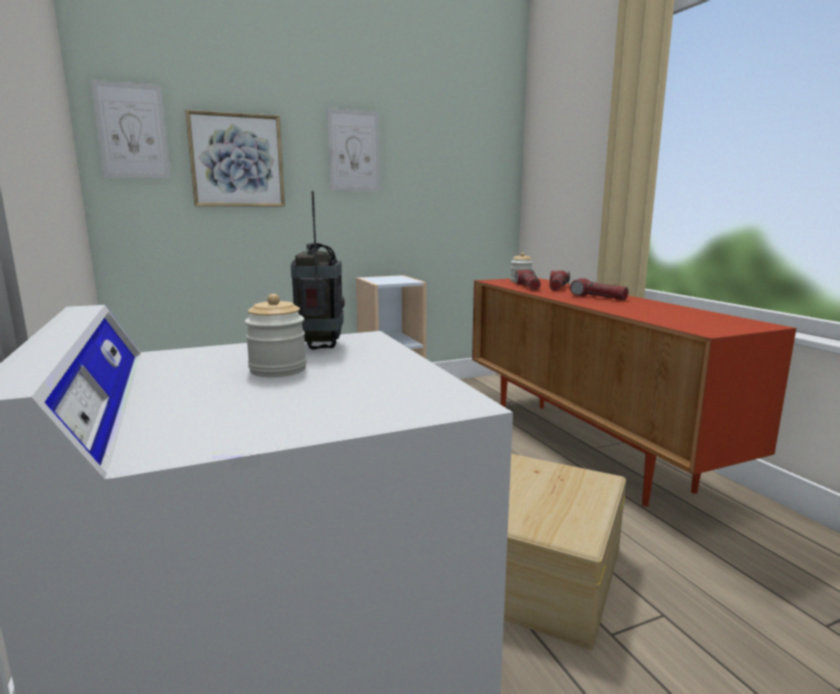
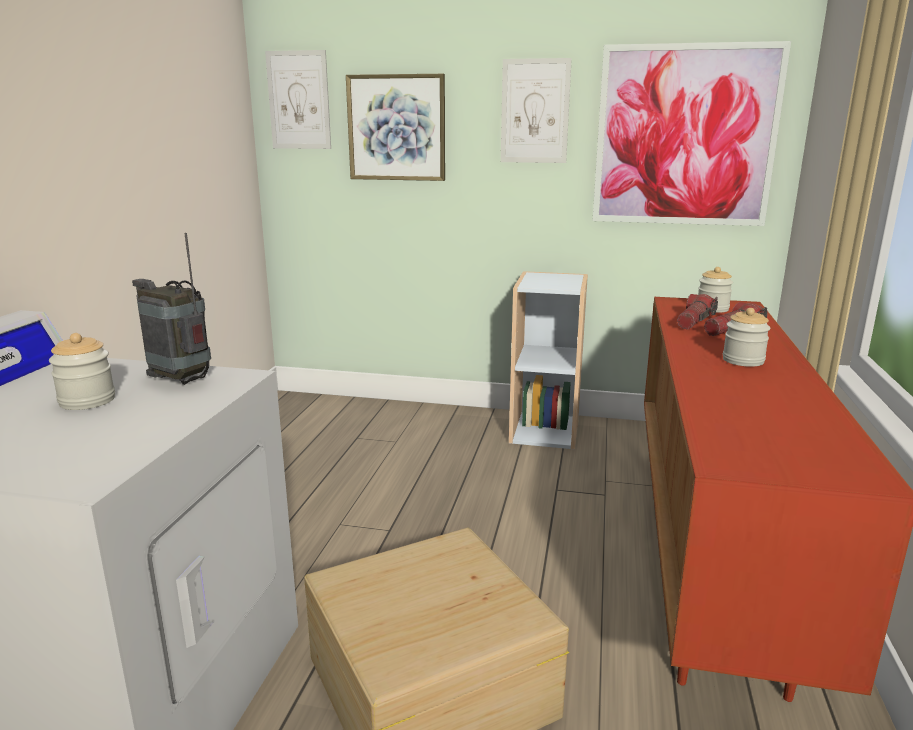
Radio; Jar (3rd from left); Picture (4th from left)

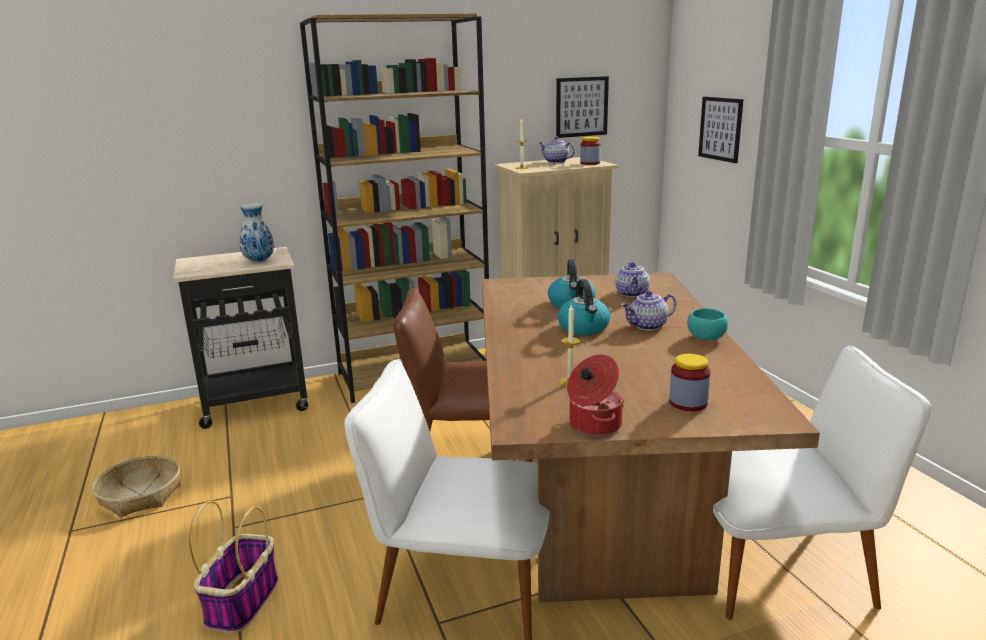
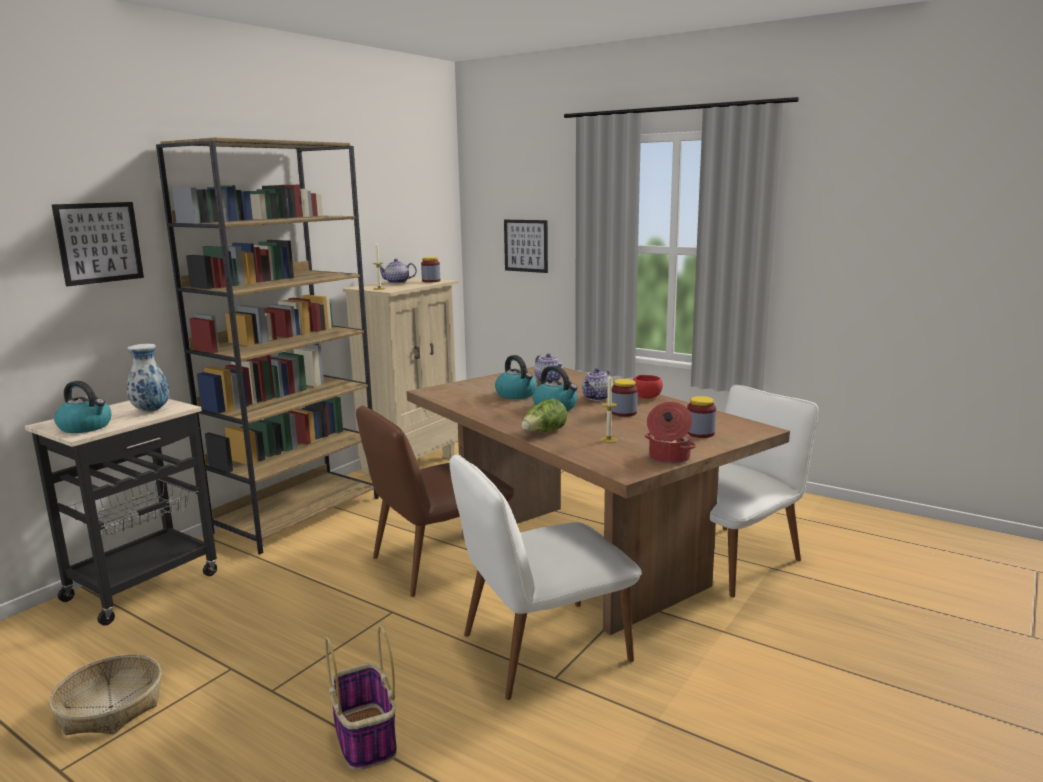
Picture (1st from left); RedBowl; Jar (2nd from left); Kettle (1st from left); Lettuce

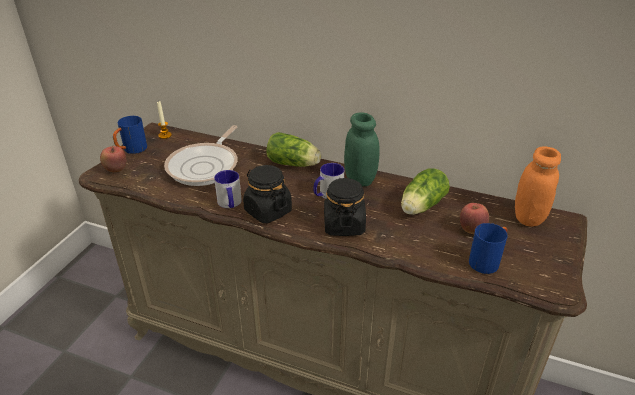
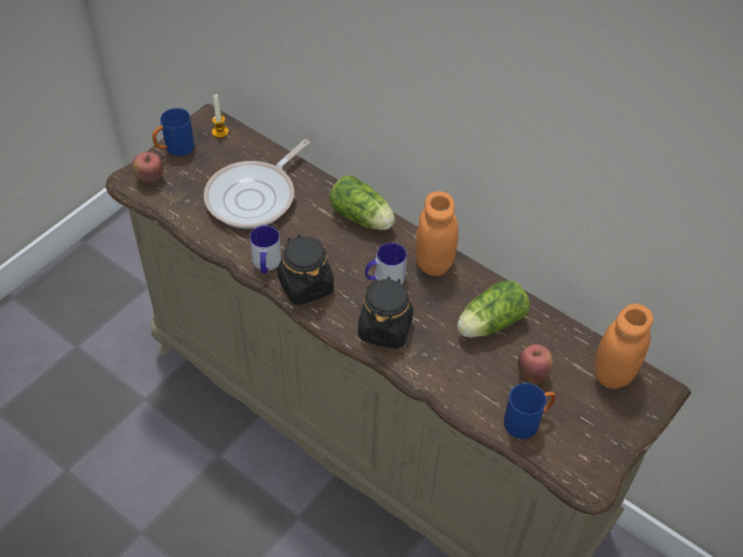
OrangeJar (1st from left)

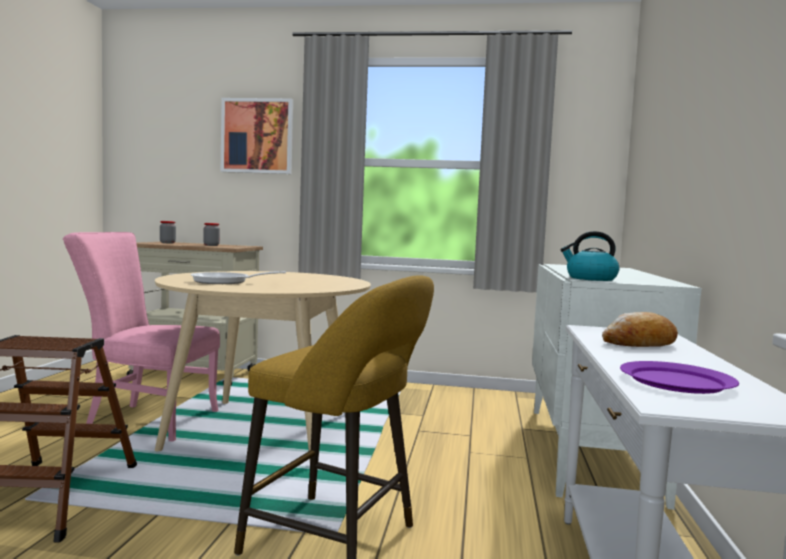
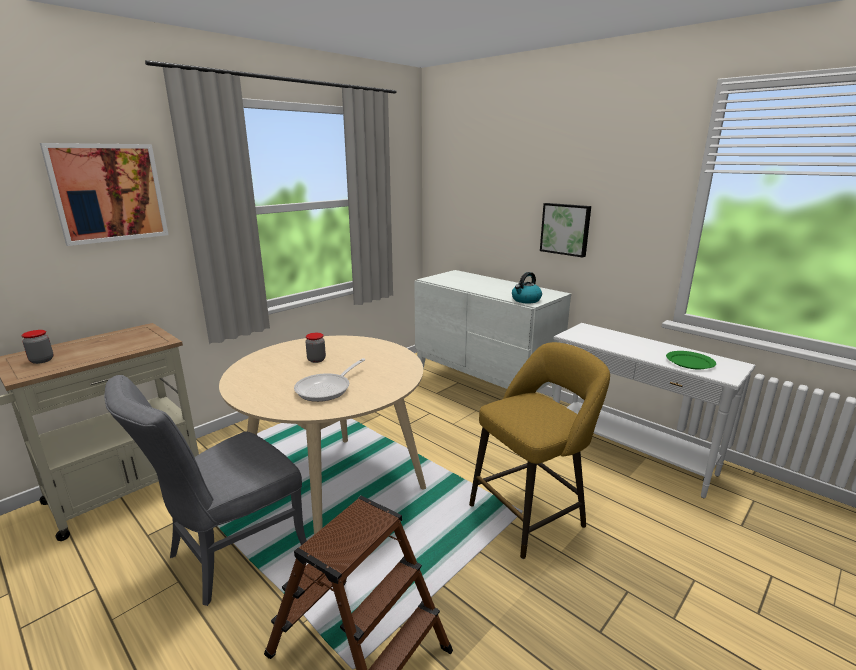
Jar (2nd from left); GreyChair; Bread; GreenPlate; Picture (2nd from left)

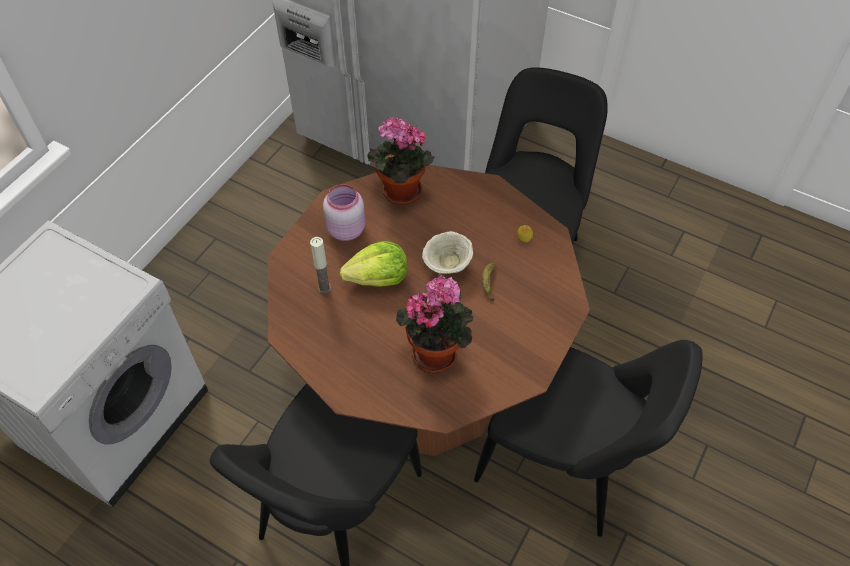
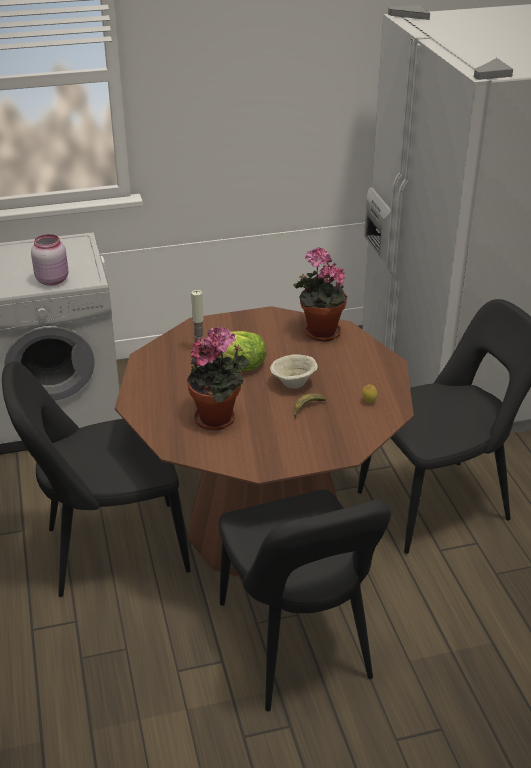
PinkJar

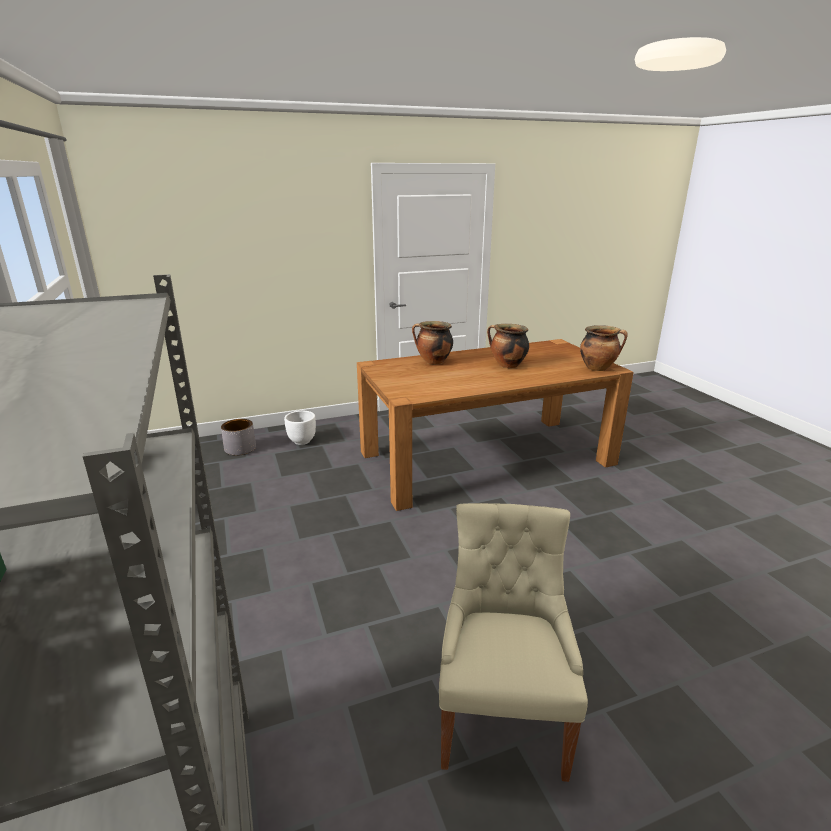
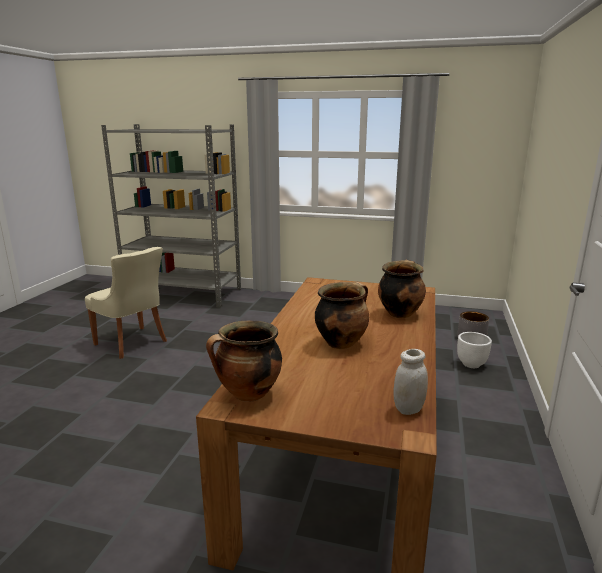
WhiteJar

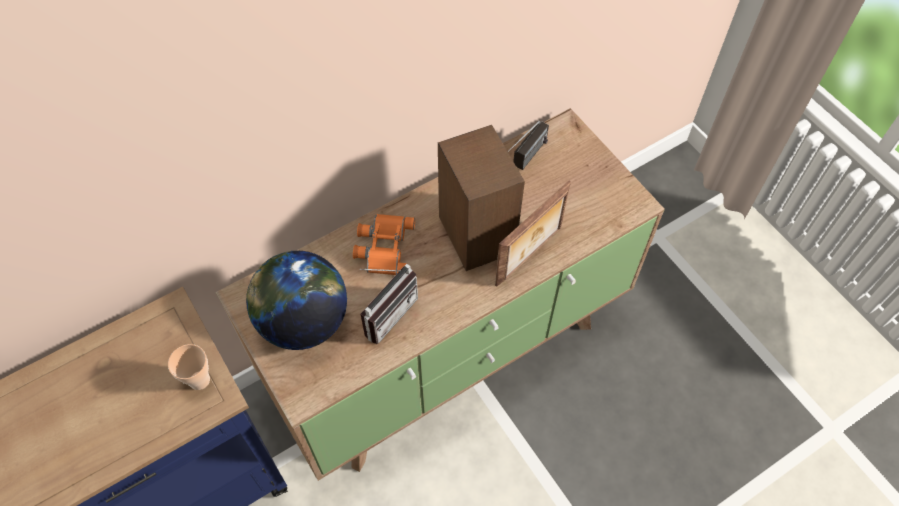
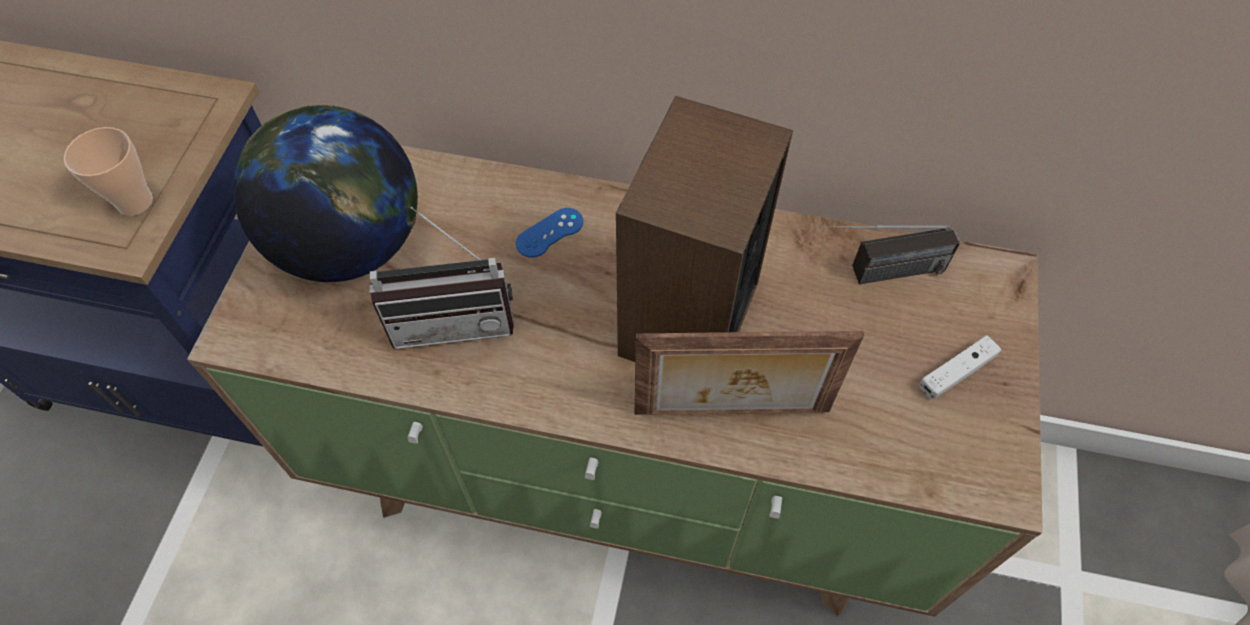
BlueGameController; WhiteGameController

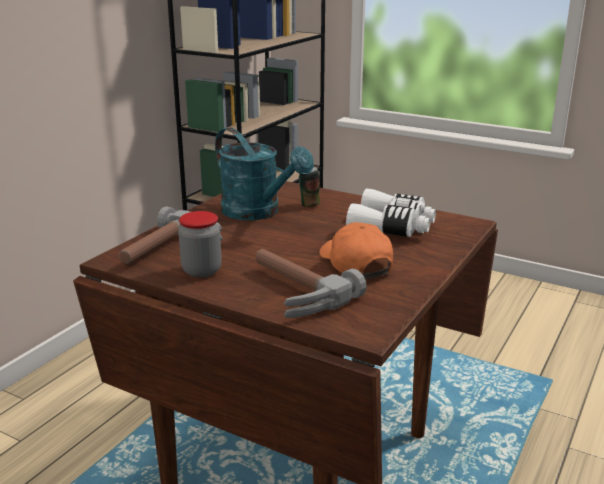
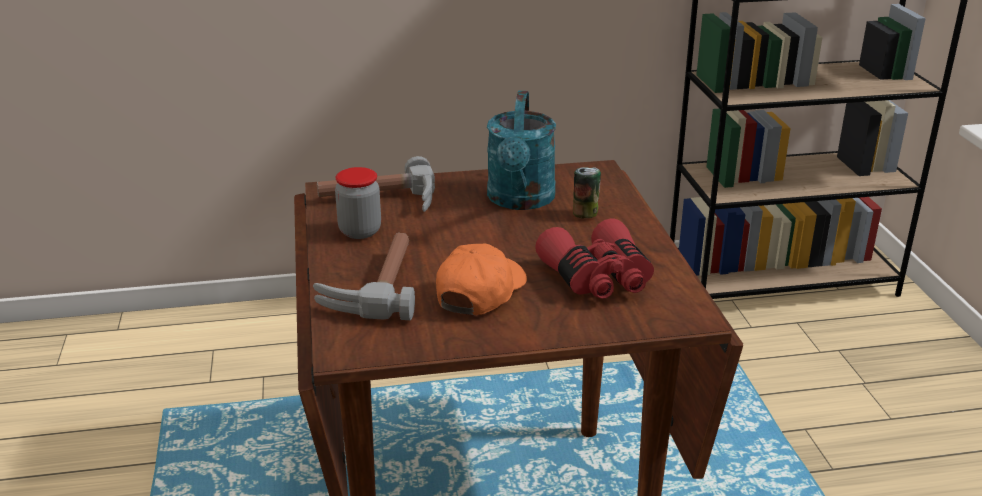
RedBinoculars

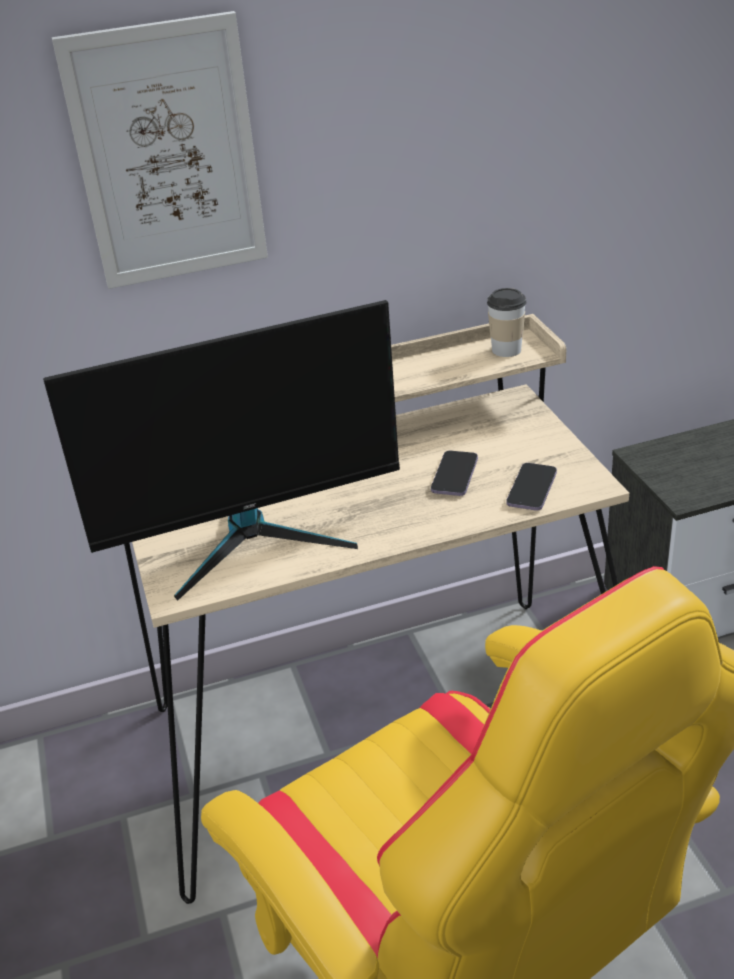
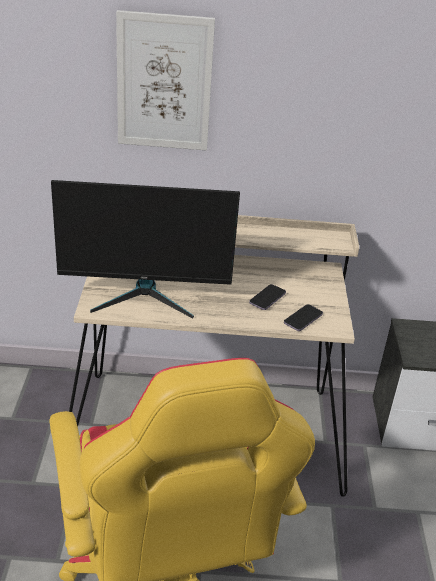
Cup

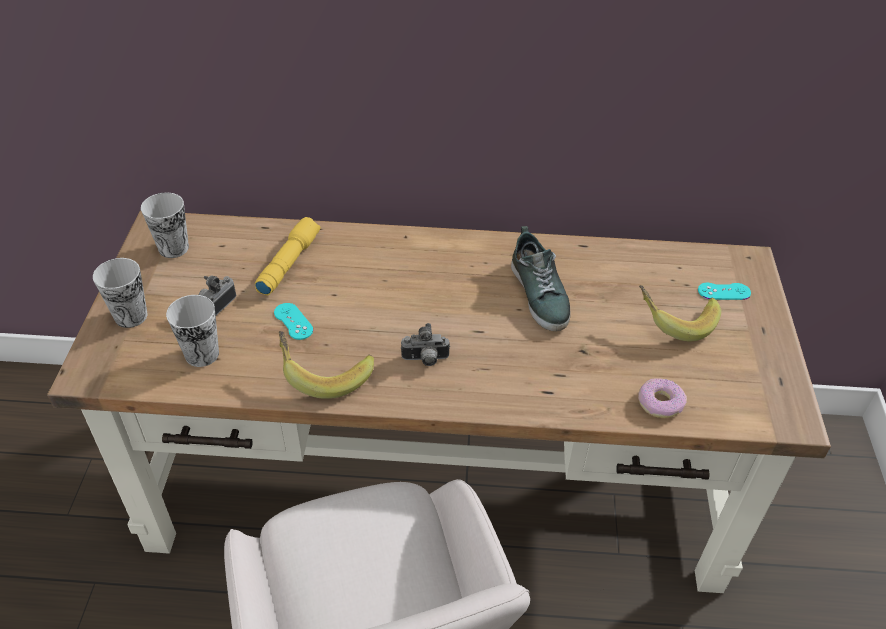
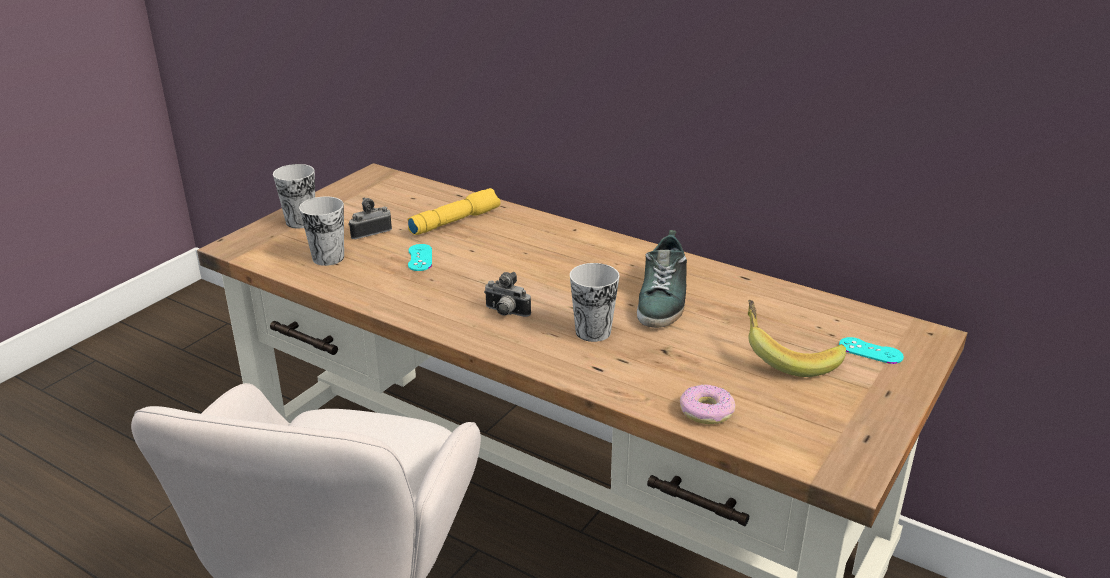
Cup (3rd from left); Banana (1st from left in the first image)

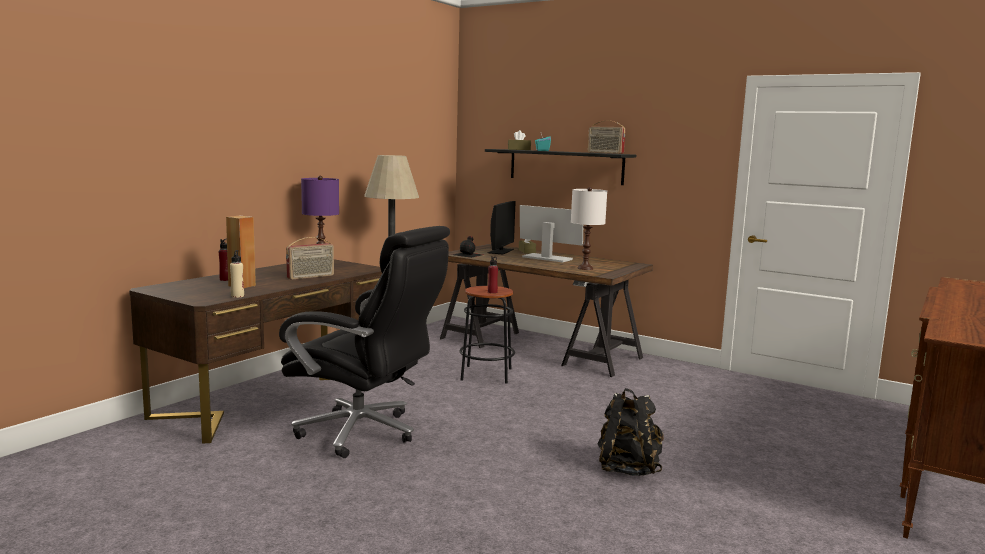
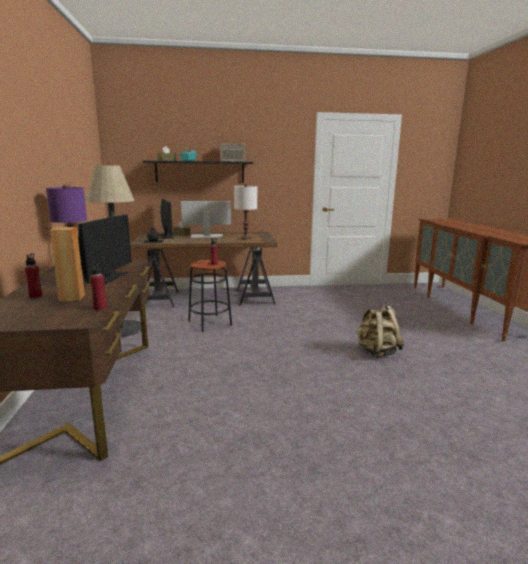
BlackOfficeChair; Monitor (1st from left); RedBottle (2nd from left); BeigeBackpack

